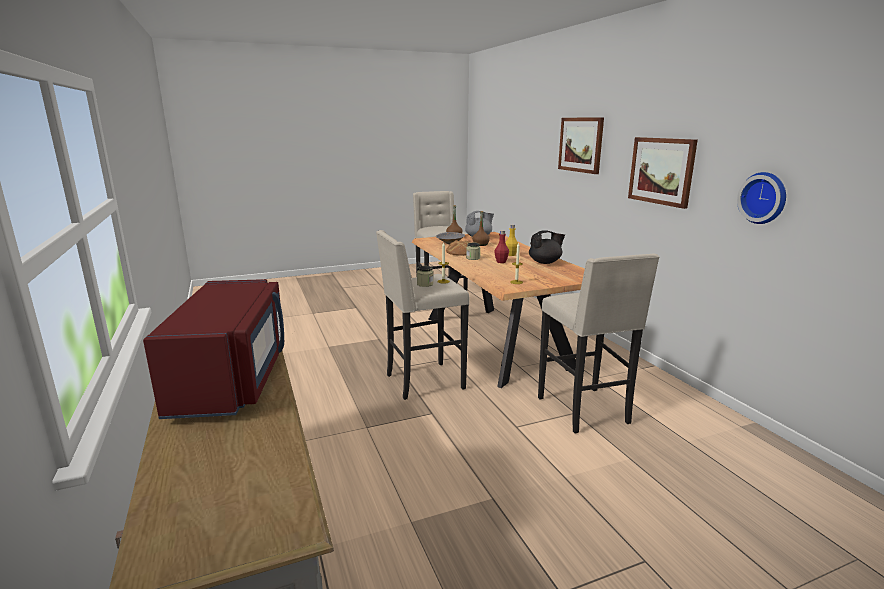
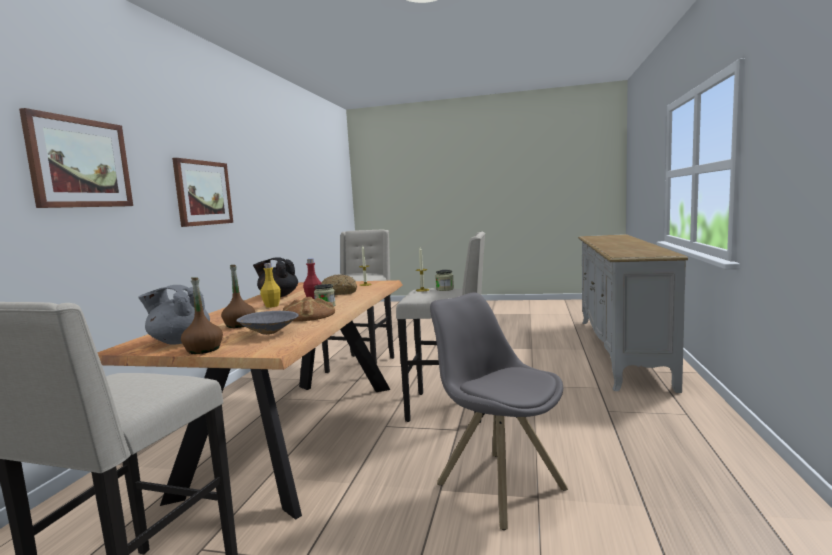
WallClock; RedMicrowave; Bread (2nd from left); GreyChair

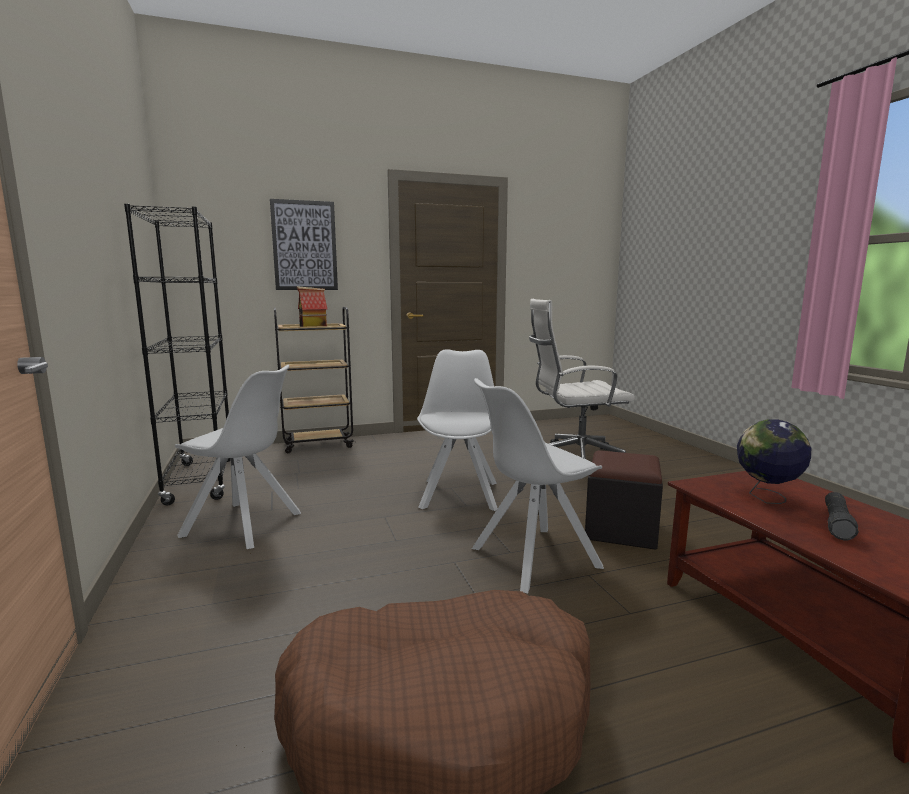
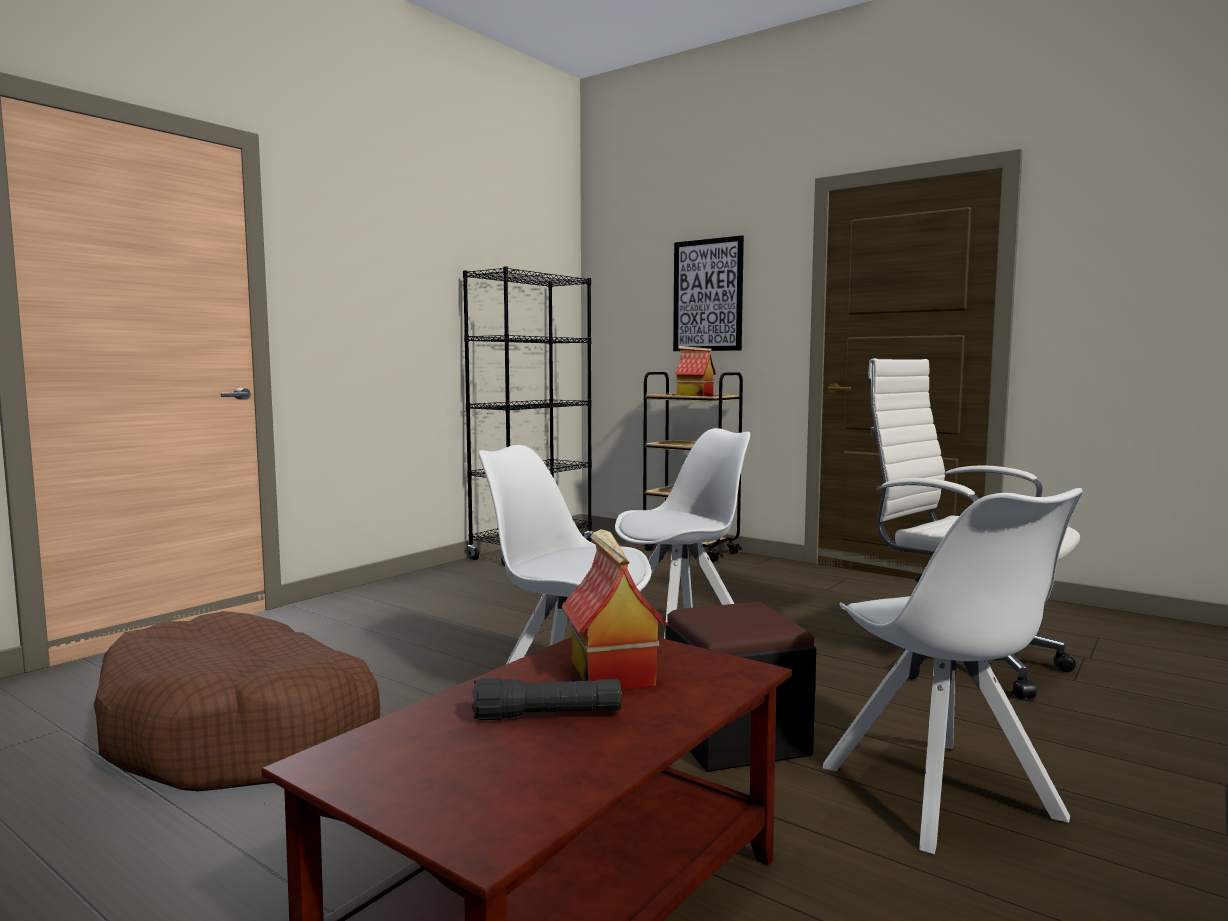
WhiteChair (3rd from left); ToyHouse (1st from left)

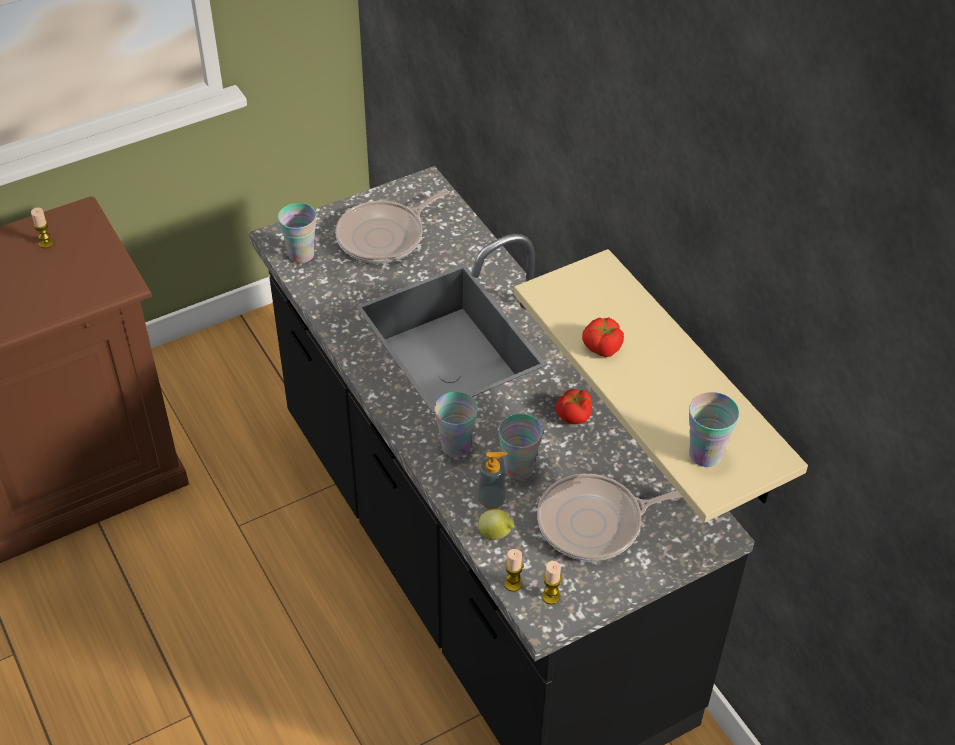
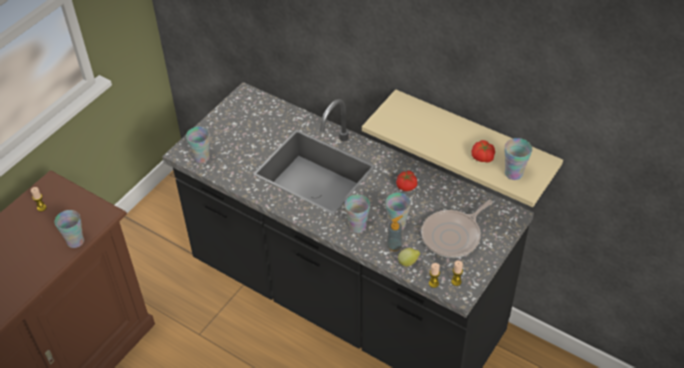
FryingPan (1st from left in the first image); Tomato (2nd from left); Cup (1st from left)

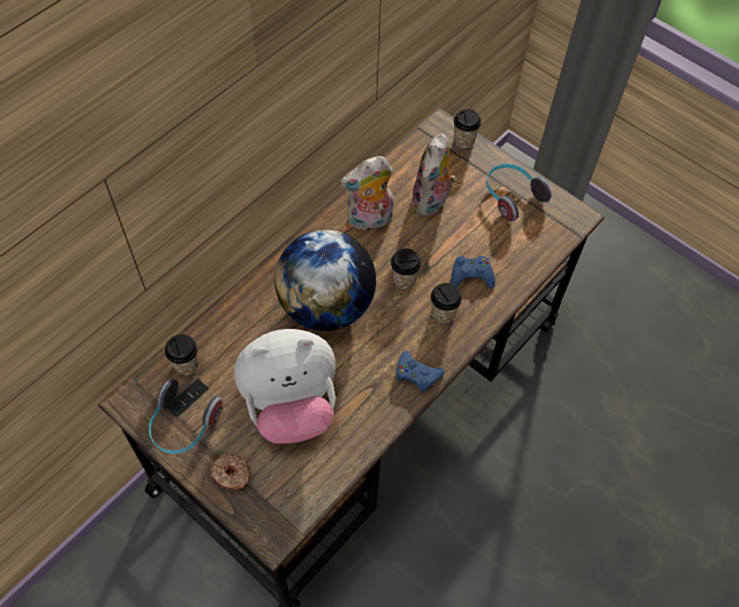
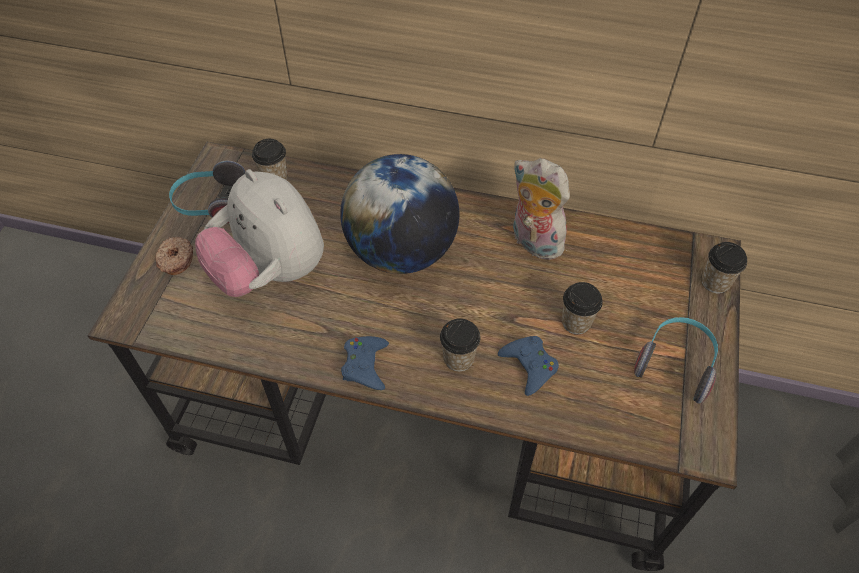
PlushToy (3rd from left in the first image); Cup (3rd from left)

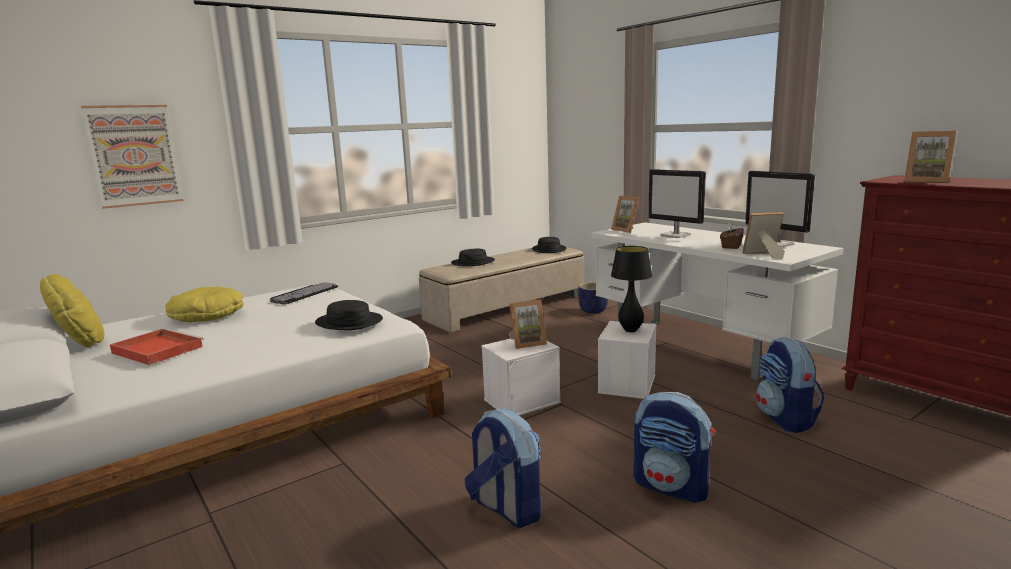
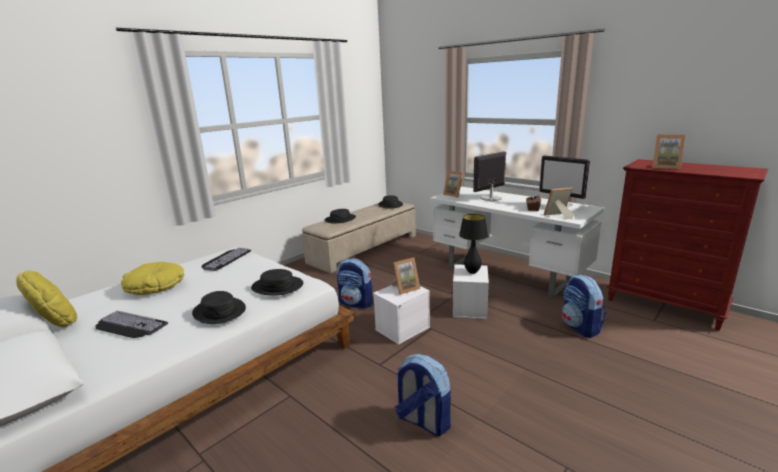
Picture; Monitor (1st from left); Planter; Keyboard (1st from left); Backpack (1st from left); BlackHat (1st from left)

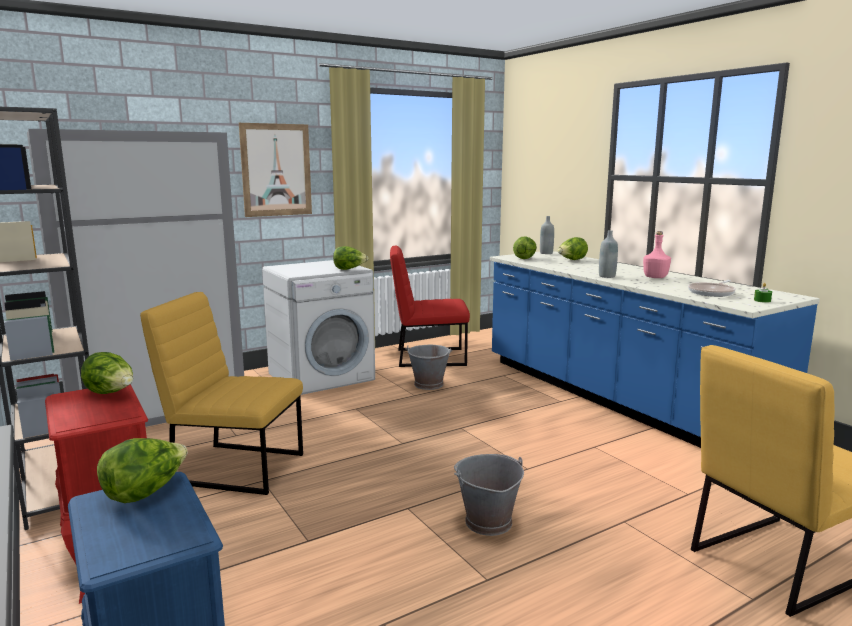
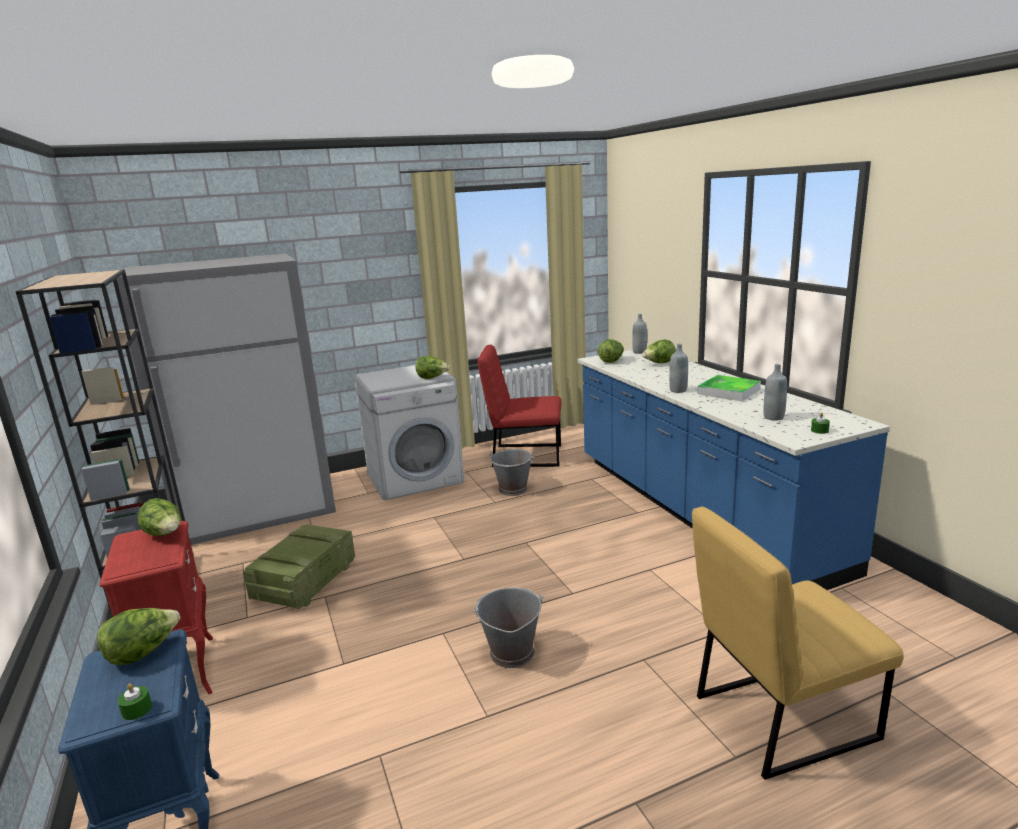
Picture; Tray; GreyBottle (3rd from left); Crate; GreenCandle (1st from left)

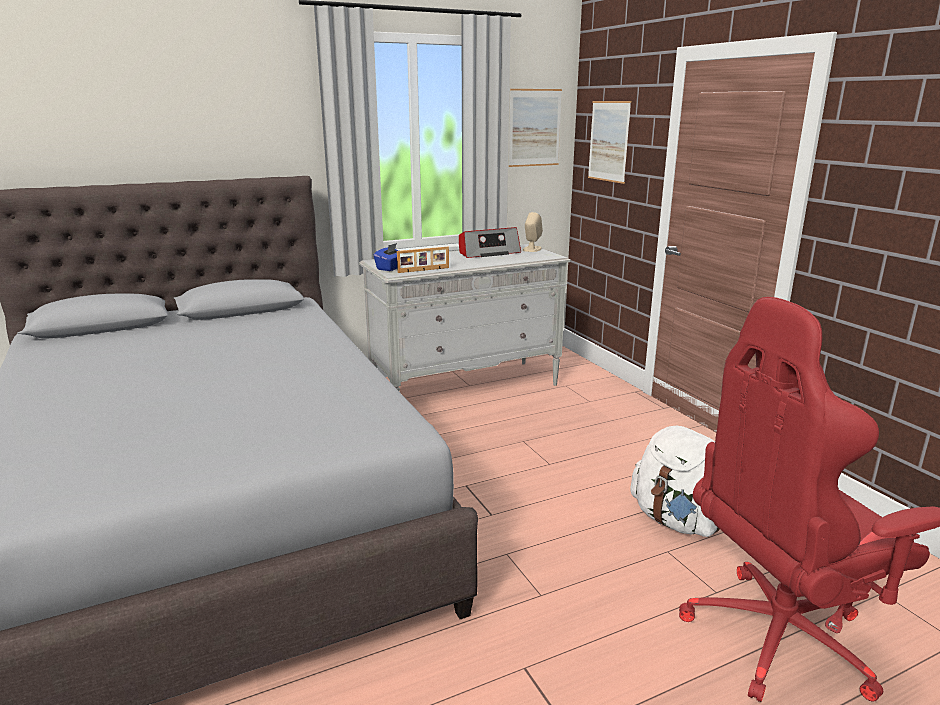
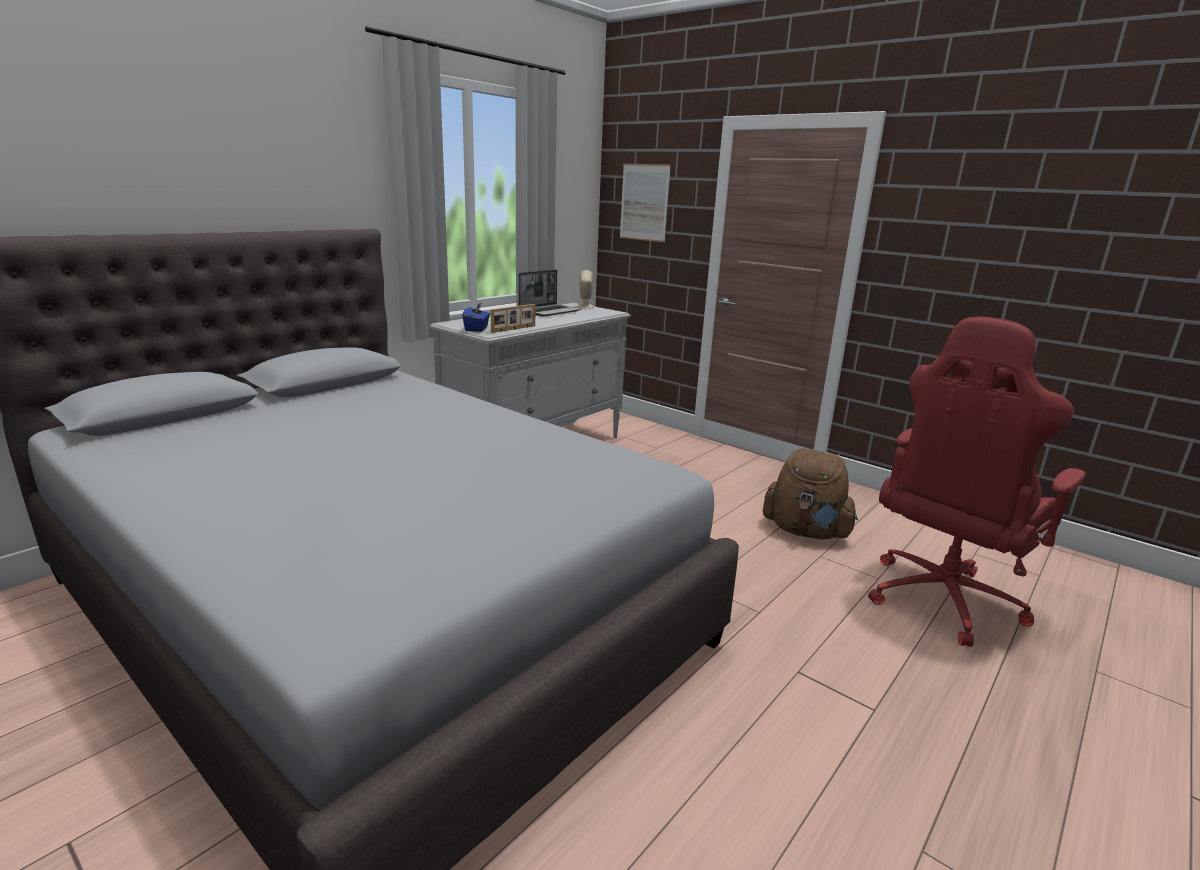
Picture (1st from left in the first image); Laptop; BrownBackpack

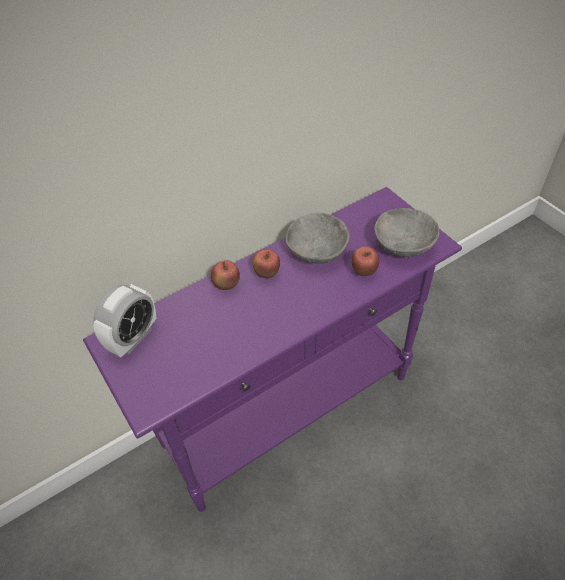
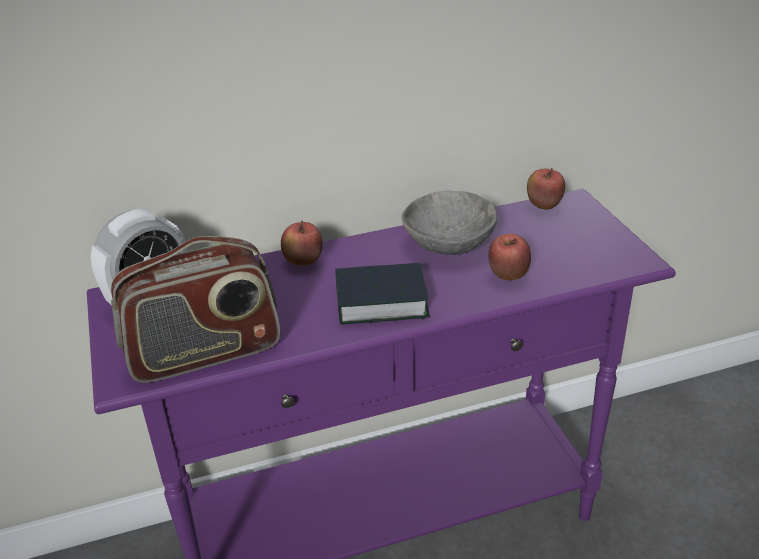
GreyBowl (2nd from left in the first image); Apple (3rd from left); Radio; Book

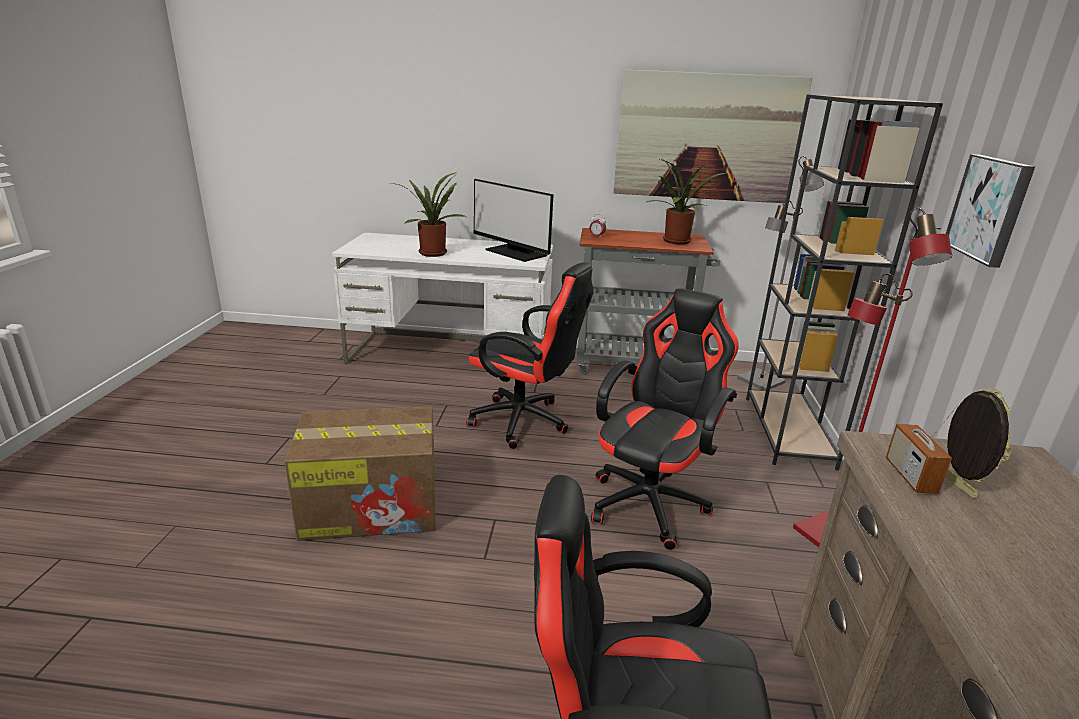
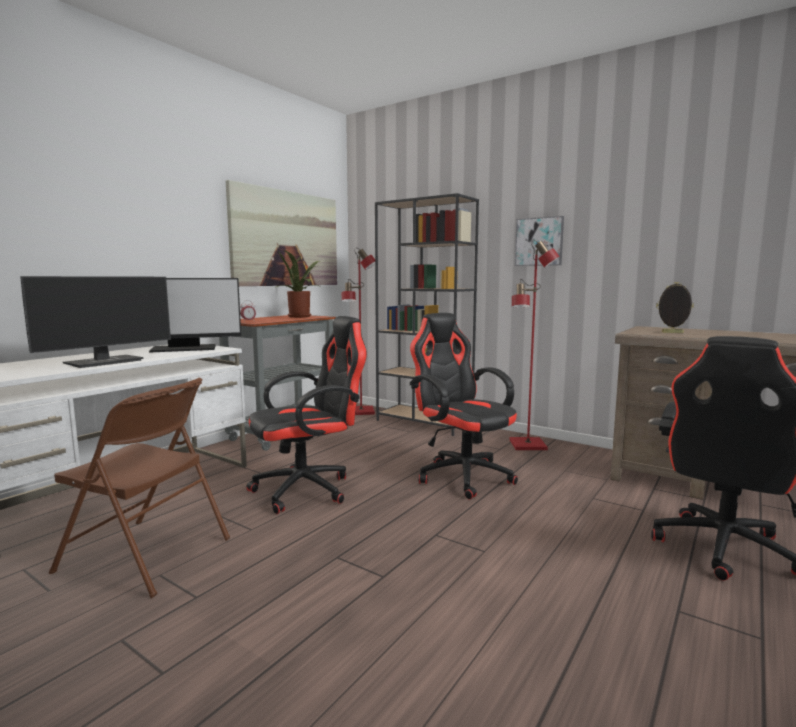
RedFloorLamp (1st from left); Monitor (1st from left); Radio; CardboardBox; BrownChair

